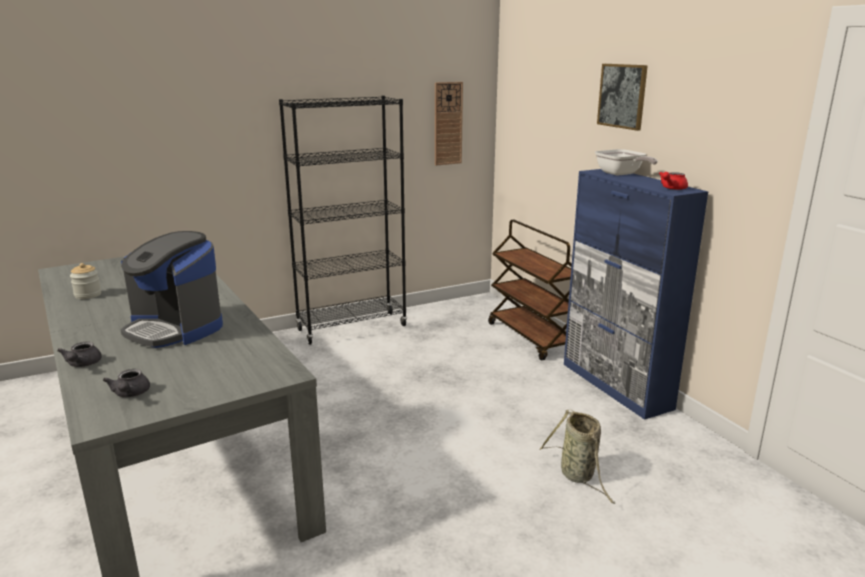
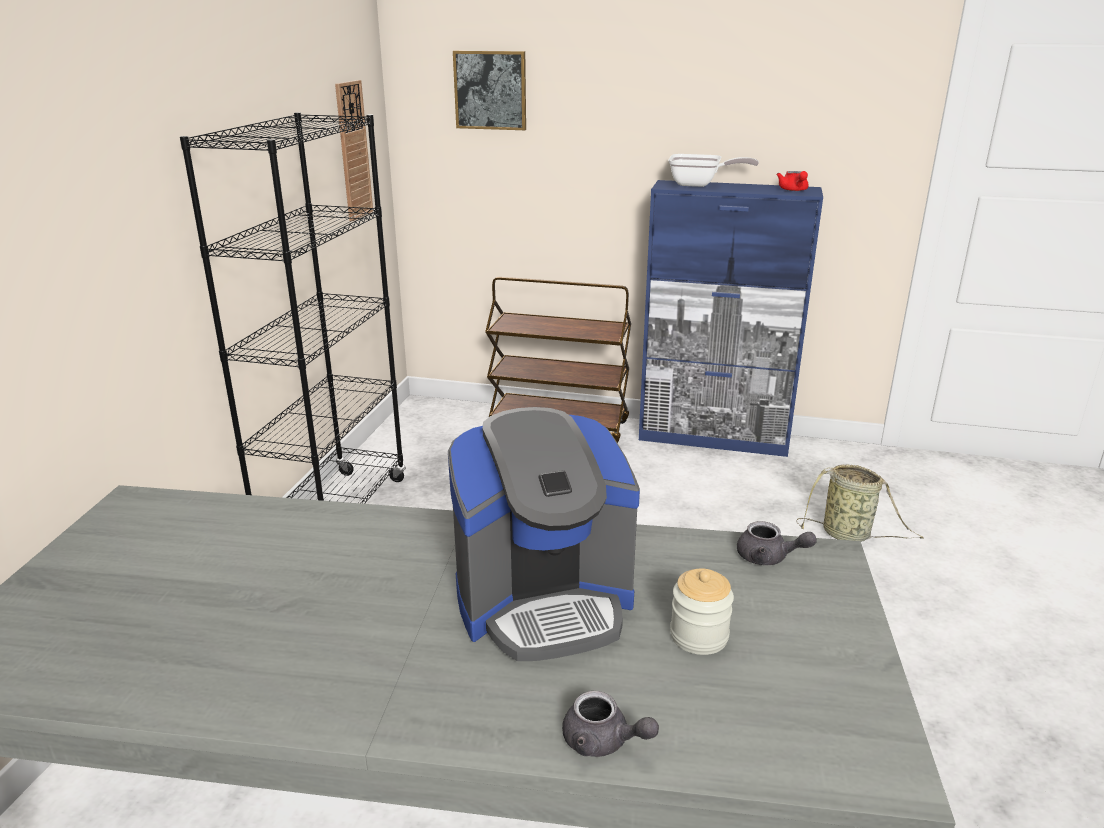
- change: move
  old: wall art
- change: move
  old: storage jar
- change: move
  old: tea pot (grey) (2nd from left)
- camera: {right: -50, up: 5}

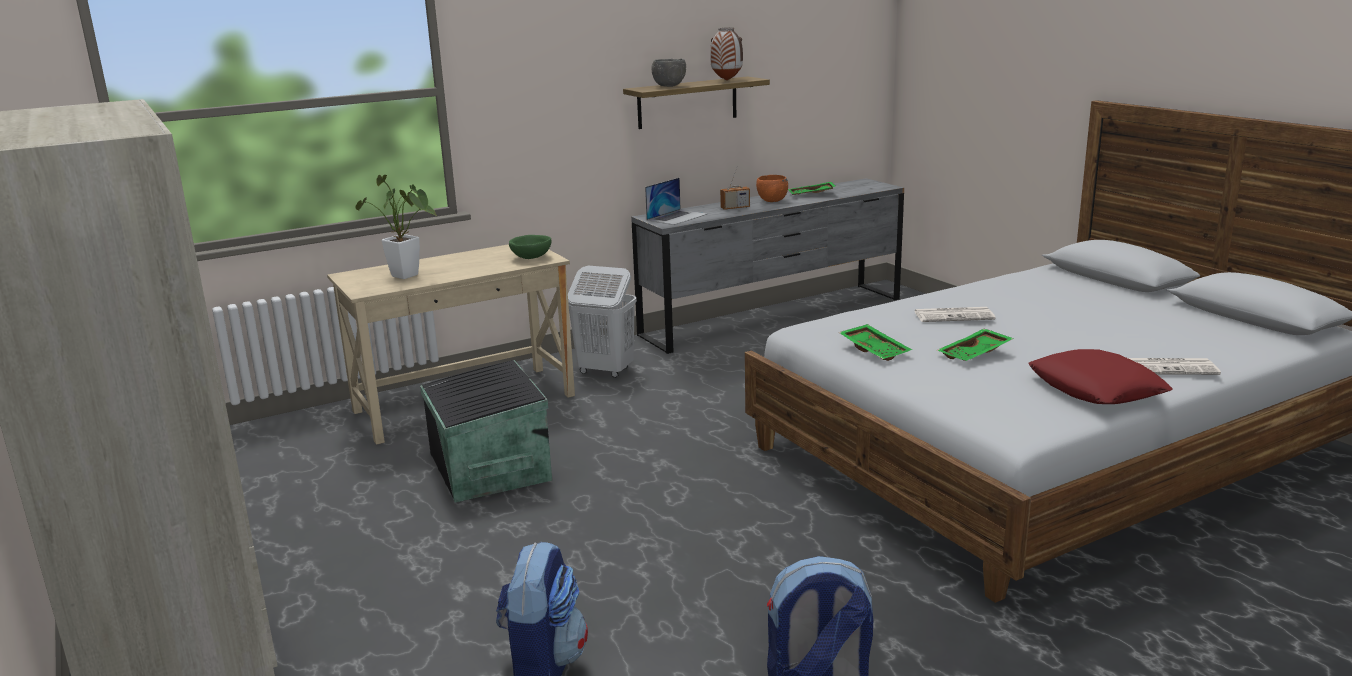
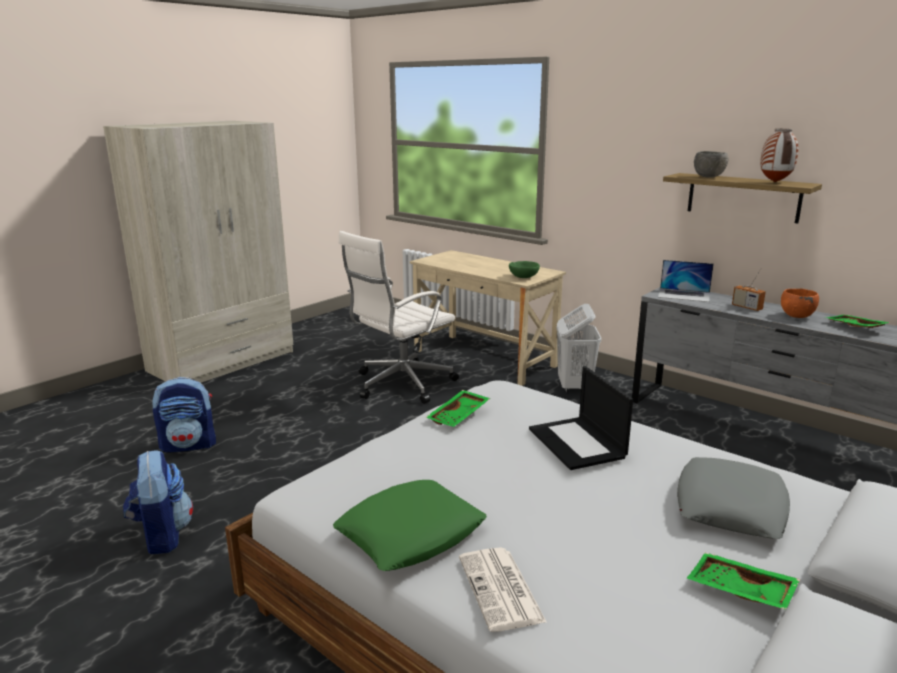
- change: delete
  old: houseplant
- change: replace
  old: newspaper (1st from left)
  new: laptop (1st from left)
- change: move
  old: serving tray (green) (3rd from left in the first image)
  new: serving tray (green) (2nd from left)
- change: recolor
  old: throw pillow (red)
  new: throw pillow (green)
- change: replace
  old: storage box (blackish)
  new: computer chair (whitish)
- change: insert
  new: throw pillow (grey)
- camera: {right: 70, up: 0}

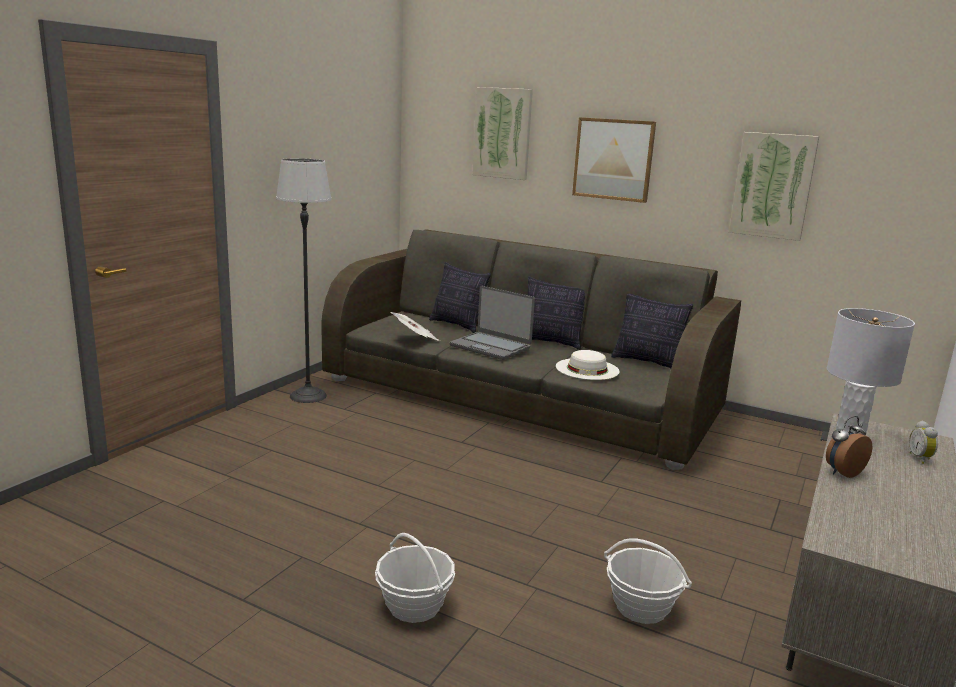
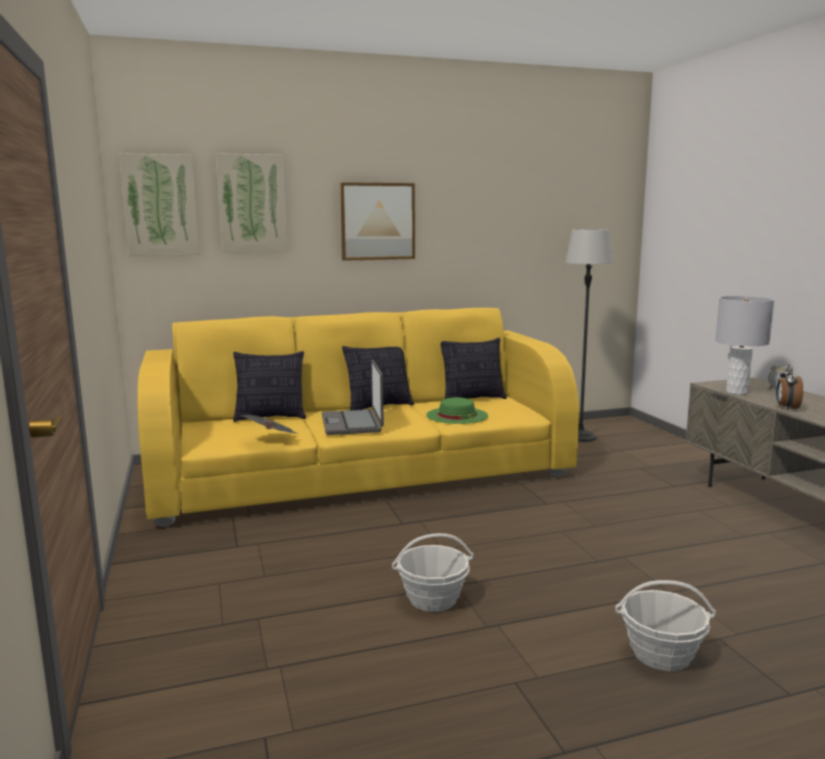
- change: move
  old: wall art (3rd from left in the first image)
  new: wall art (1st from left)
- change: move
  old: floor lamp
- change: recolor
  old: settee (grey)
  new: settee (yellow)
- change: rotate
  old: laptop
  degrees: 90
- change: recolor
  old: hat (whitish)
  new: hat (green)
- change: move
  old: storage basket (2nd from left in the first image)
  new: storage basket (1st from left)
- camera: {right: -45, up: -5}

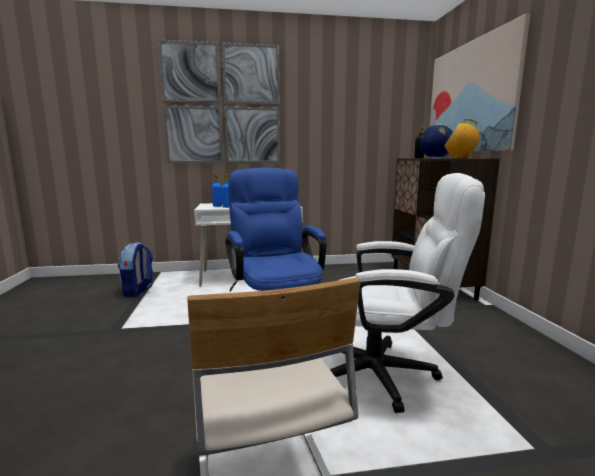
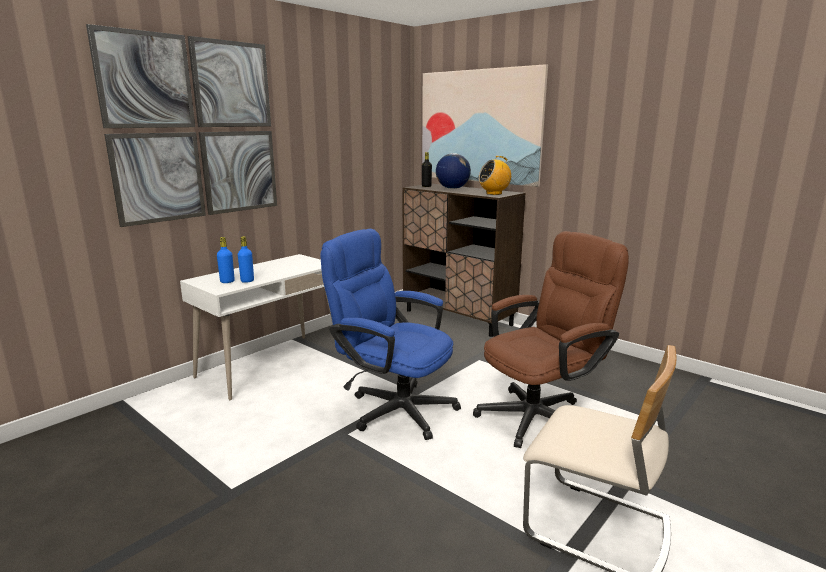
- change: recolor
  old: computer chair (whitish)
  new: computer chair (brown)
- change: delete
  old: knapsack
- camera: {right: -40, up: 5}

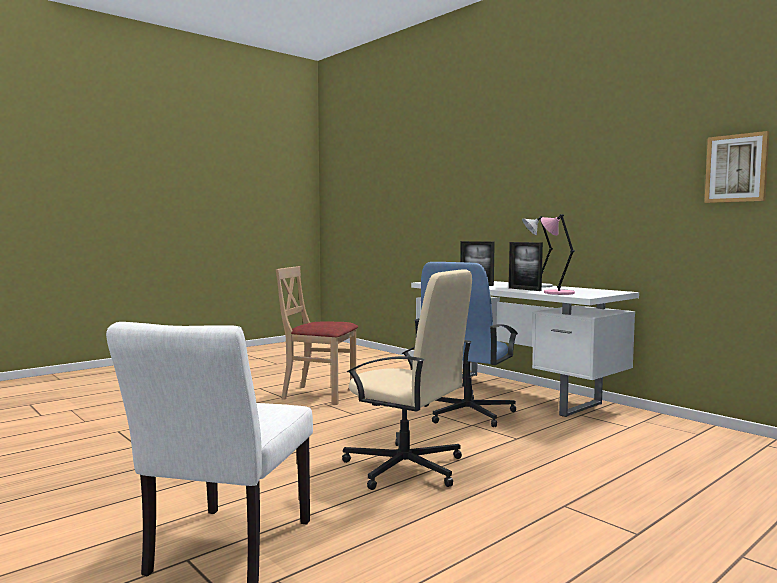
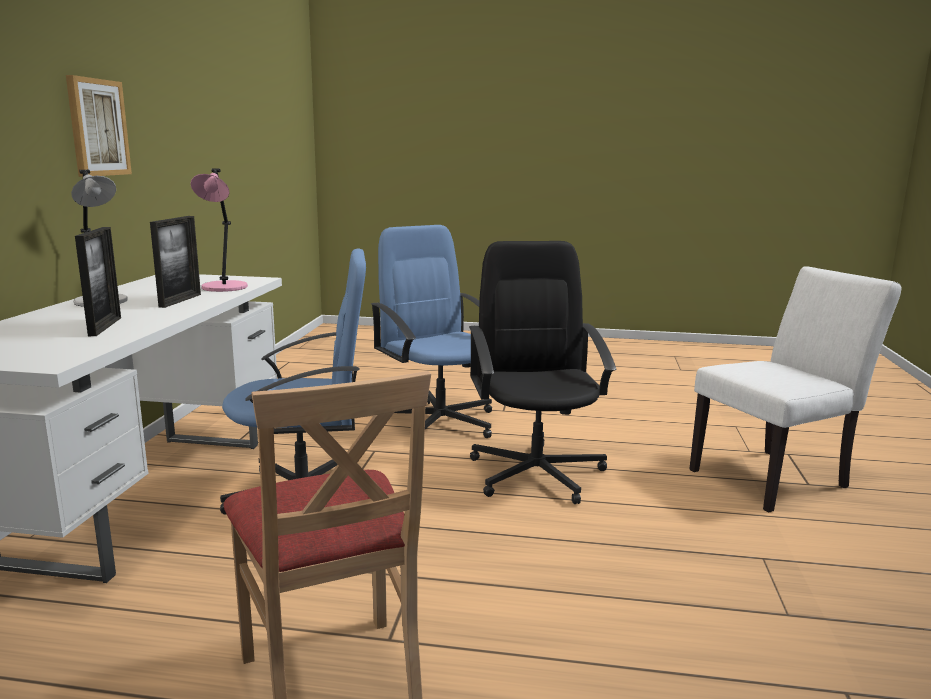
- change: move
  old: wall art
- change: recolor
  old: computer chair (beige)
  new: computer chair (blackish)
- change: insert
  new: computer chair (bluish) (2nd from left)
- camera: {right: -130, up: 10}

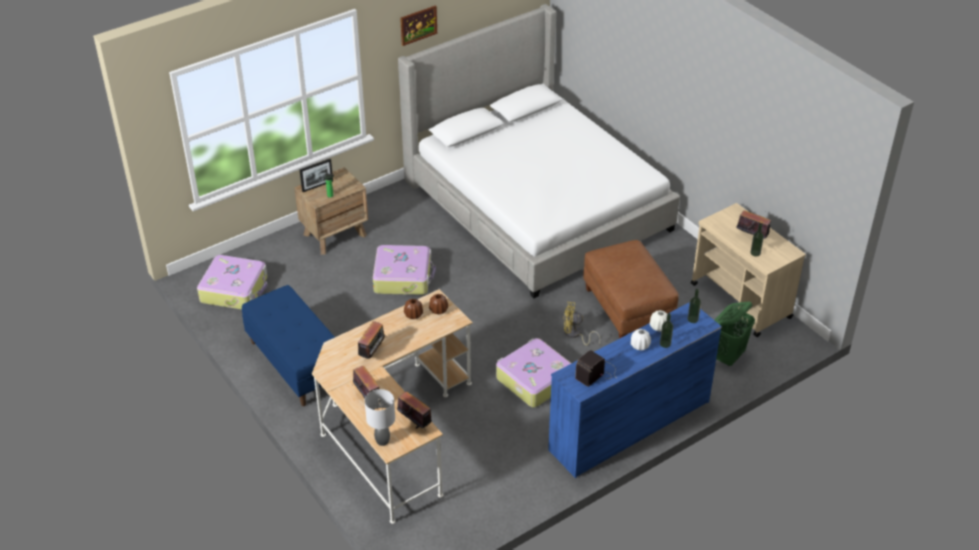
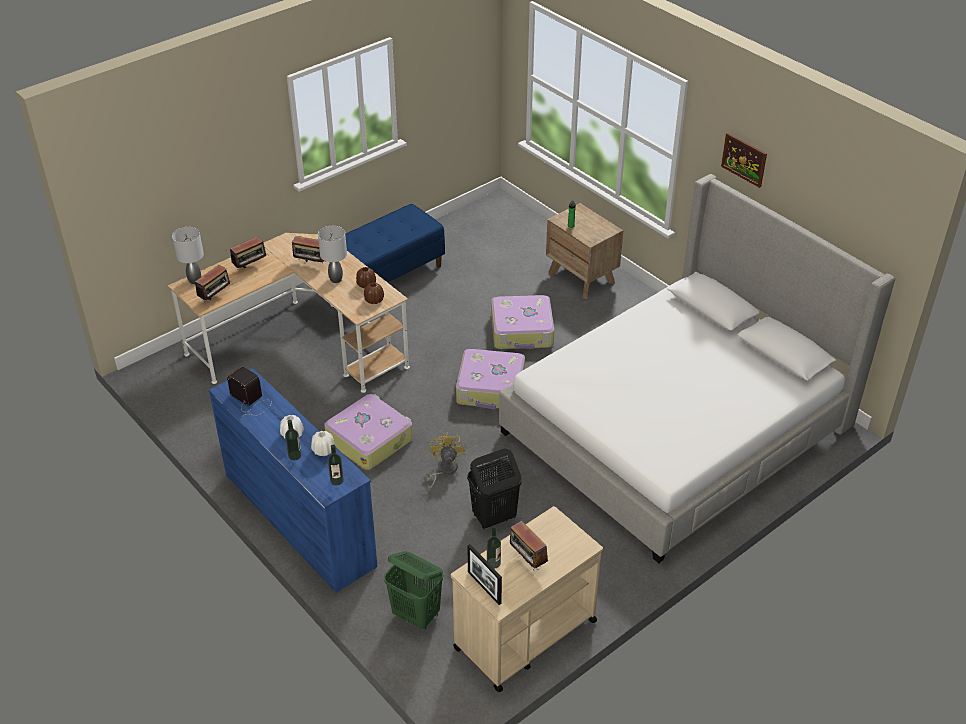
- change: move
  old: picture frame
- change: rotate
  old: radio set (5th from left)
  degrees: 120
- change: replace
  old: pouffe (brown)
  new: hamper (blackish)
- change: move
  old: travel case (1st from left in the first image)
  new: travel case (2nd from left)
- change: insert
  new: tabletop lamp (grey) (2nd from left)
- camera: {right: 85, up: 0}

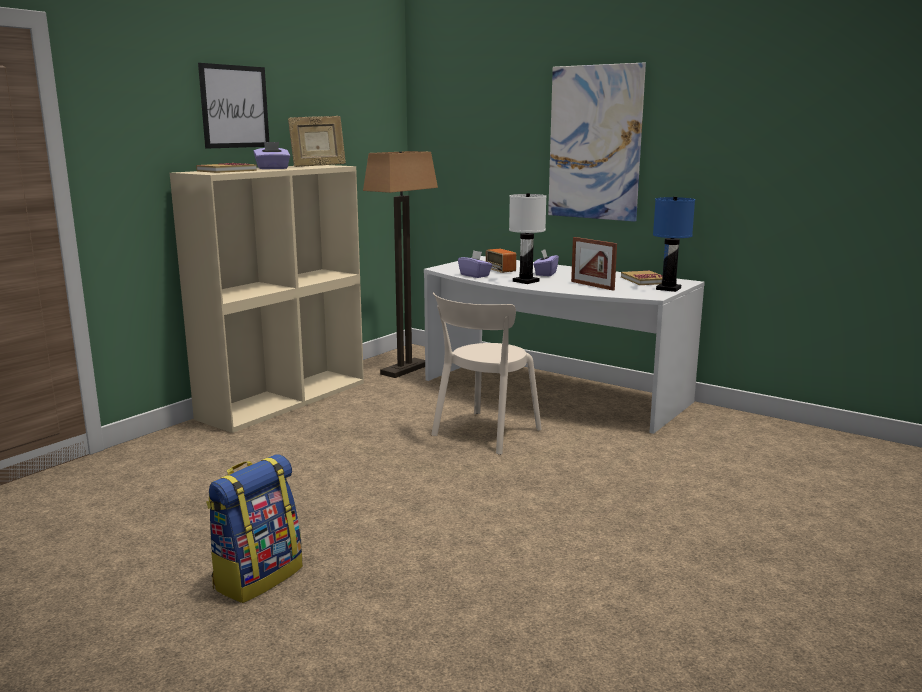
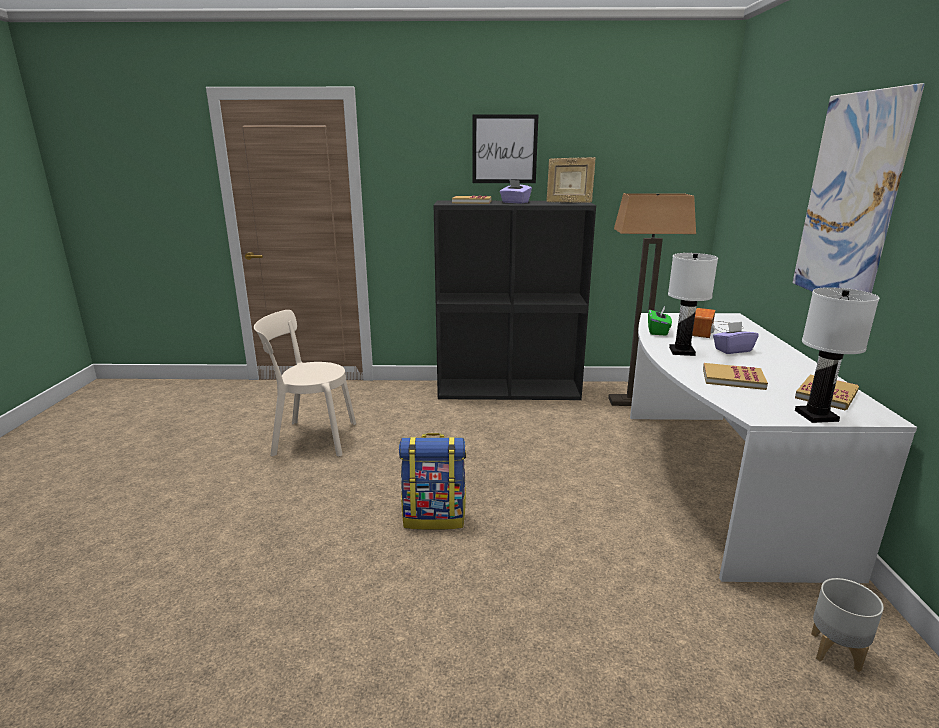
- change: recolor
  old: shelving unit (beige)
  new: shelving unit (blackish)
- change: recolor
  old: tabletop lamp (bluish)
  new: tabletop lamp (whitish) (2nd from left)
- change: replace
  old: picture frame (2nd from left)
  new: volume (2nd from left)
- change: recolor
  old: box of tissues (purplish) (2nd from left)
  new: box of tissues (green)
- change: move
  old: upright chair (beige)
- change: move
  old: knapsack
- change: insert
  new: flower pot (grey)
- camera: {right: 55, up: 5}

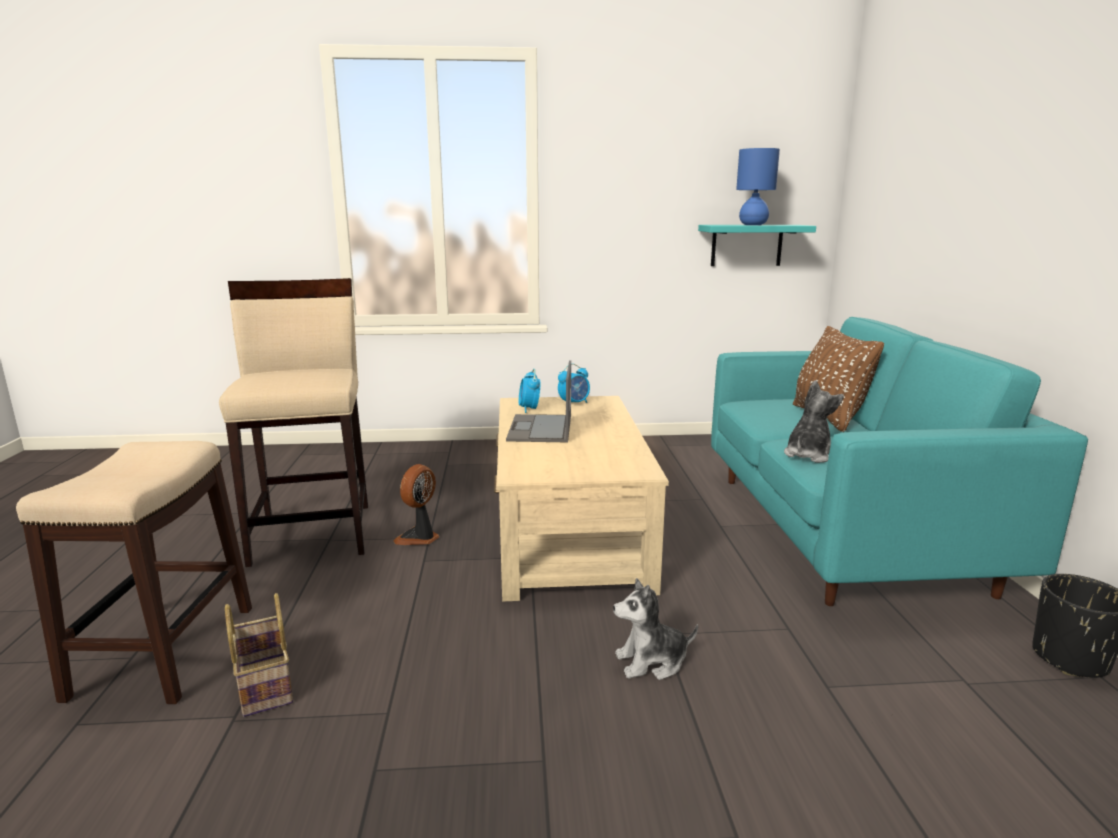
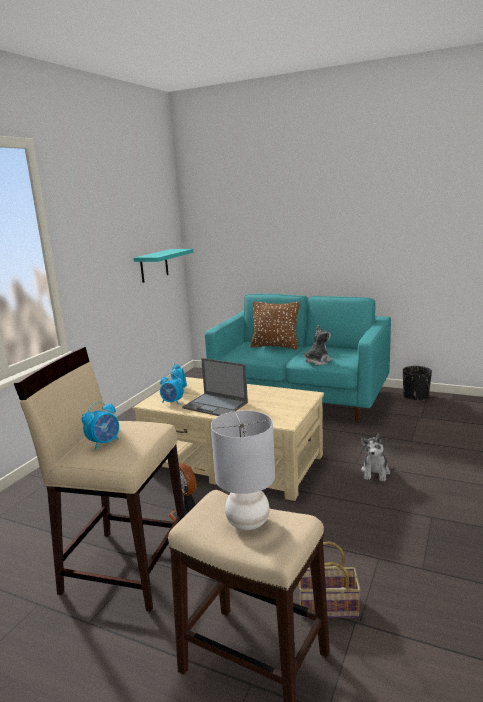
- change: delete
  old: tabletop lamp (bluish)
- change: rotate
  old: soft toy (2nd from left in the first image)
  degrees: 75
- change: insert
  new: table clock (1st from left)
- change: insert
  new: tabletop lamp (grey)
- camera: {right: -60, up: 0}

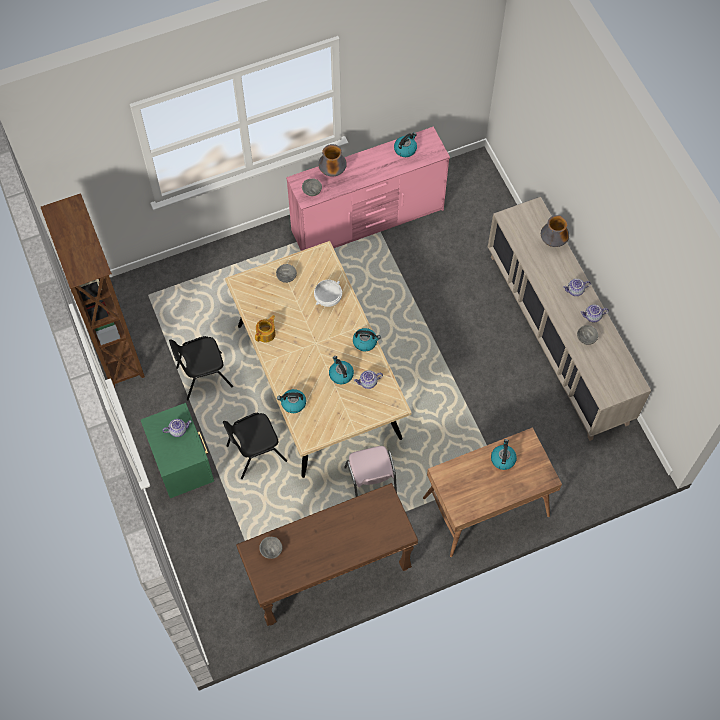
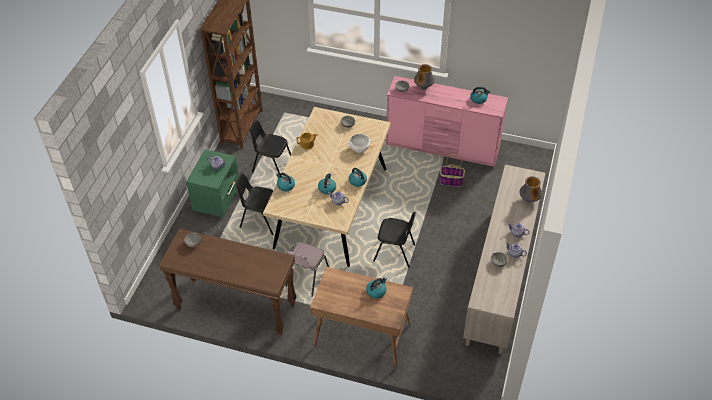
- change: insert
  new: storage basket
- change: insert
  new: upright chair (blackish) (3rd from left)
- camera: {right: 40, up: -15}

